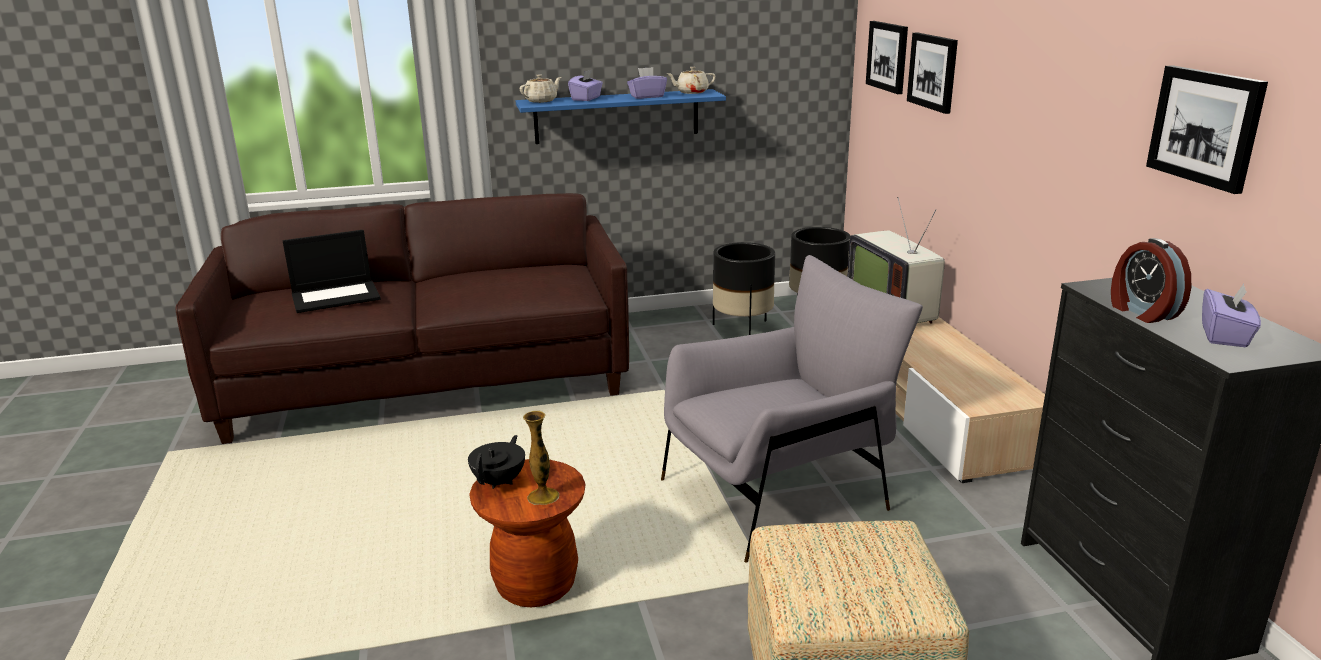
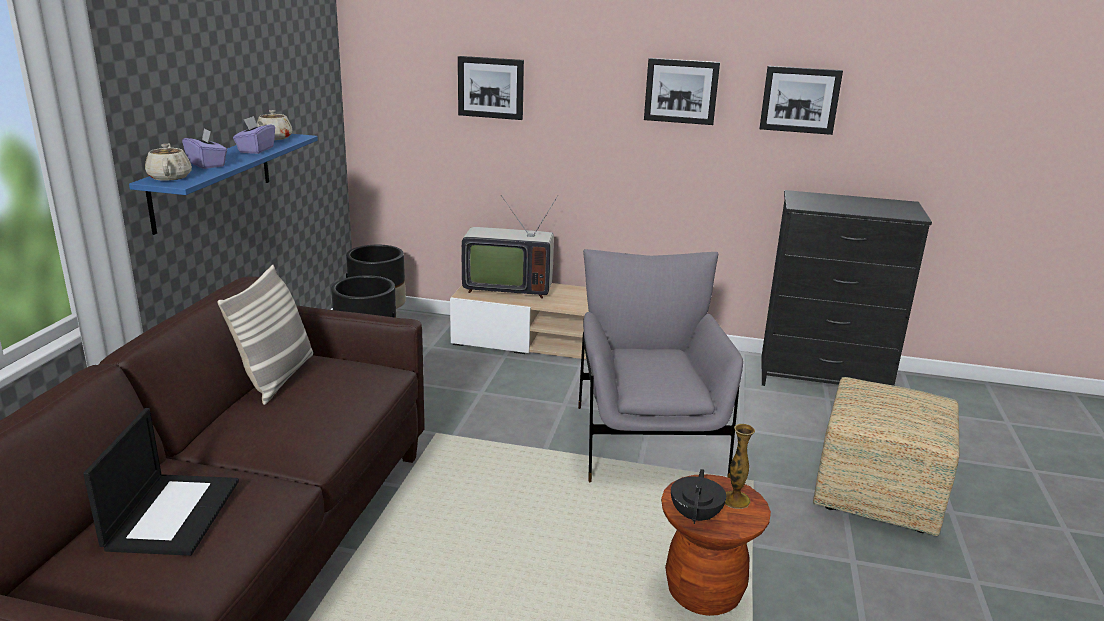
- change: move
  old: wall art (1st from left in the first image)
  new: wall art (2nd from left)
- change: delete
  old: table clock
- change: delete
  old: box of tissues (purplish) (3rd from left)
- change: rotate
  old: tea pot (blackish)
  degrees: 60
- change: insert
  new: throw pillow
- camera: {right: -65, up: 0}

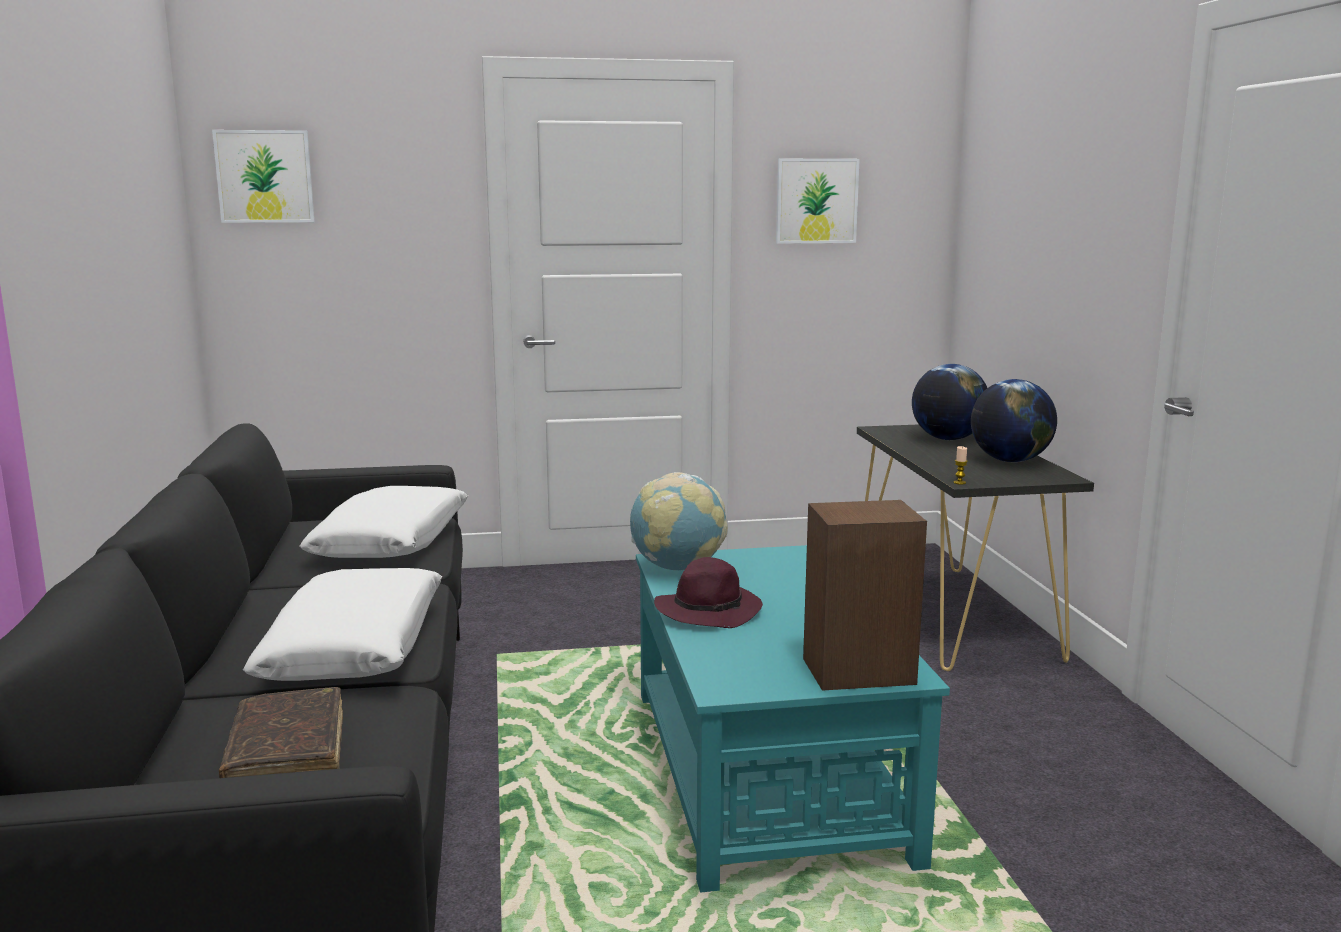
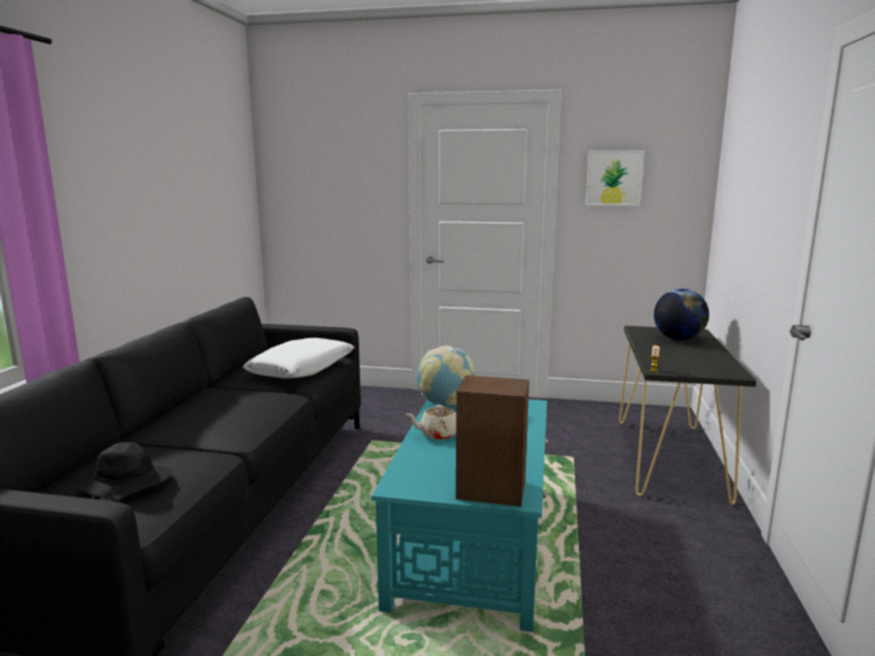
- change: delete
  old: wall art (1st from left)
- change: delete
  old: globe (3rd from left)
- change: replace
  old: hat (purplish)
  new: tea pot (beige)
- change: delete
  old: throw pillow (whitish) (1st from left)
- change: replace
  old: volume (brown)
  new: hat (blackish)
- camera: {right: 20, up: 0}

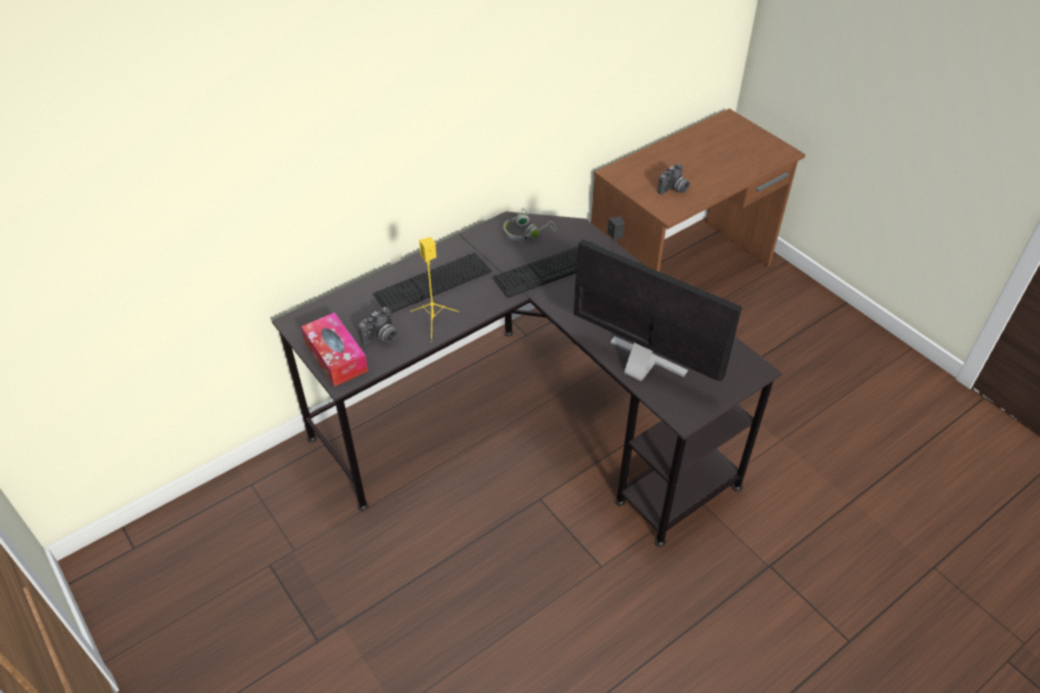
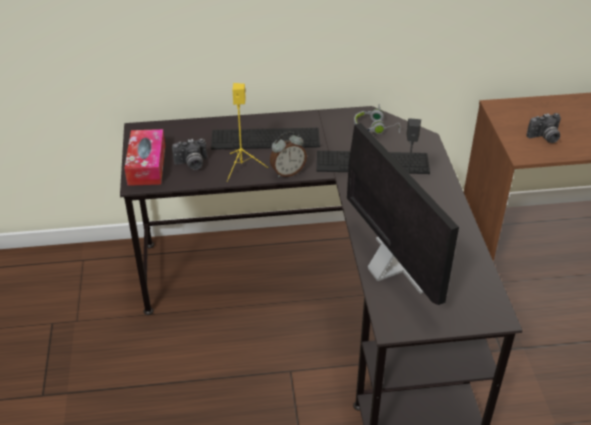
- change: insert
  new: table clock
- camera: {right: 30, up: -5}

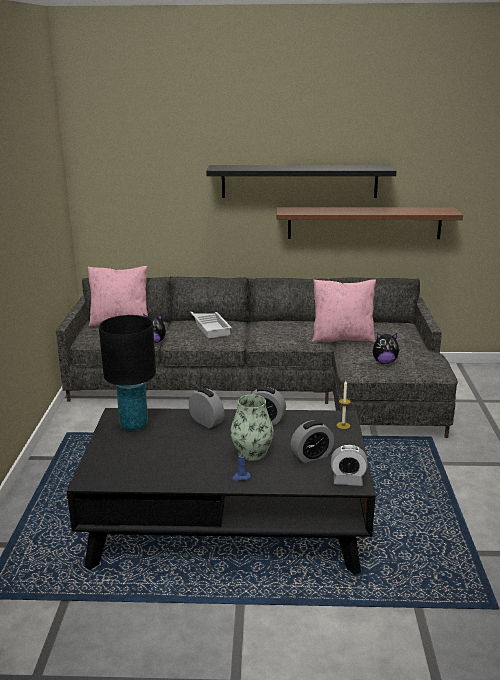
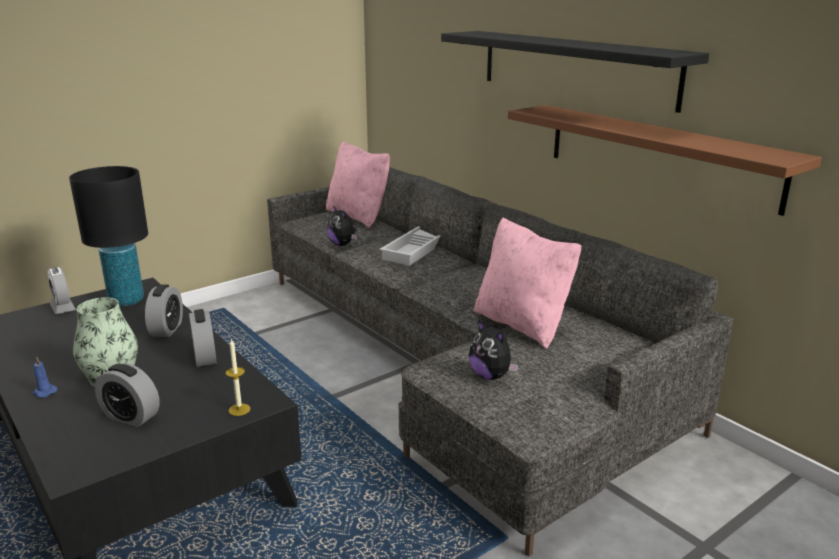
- change: move
  old: table clock (4th from left in the first image)
  new: table clock (1st from left)
- camera: {right: 50, up: 0}

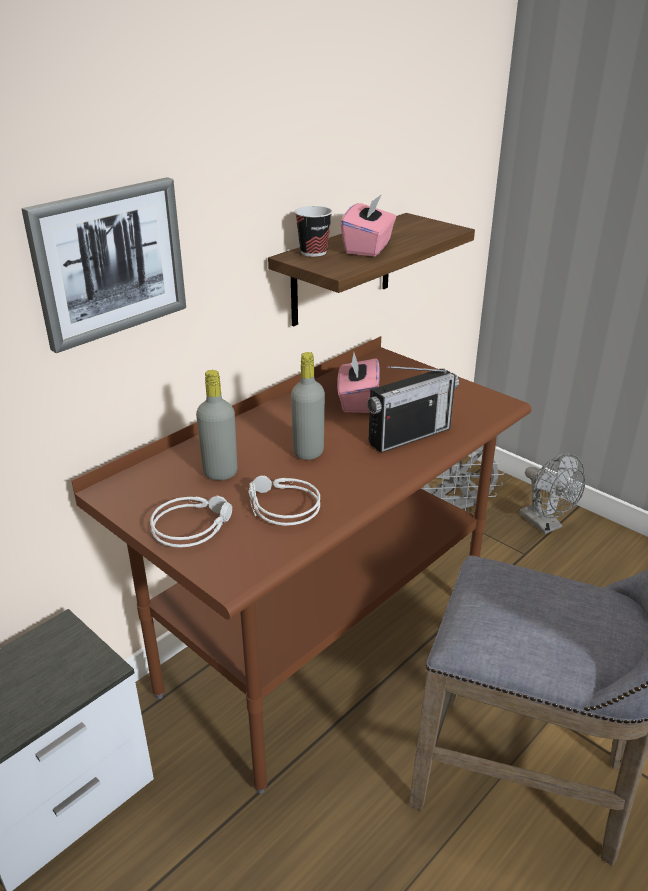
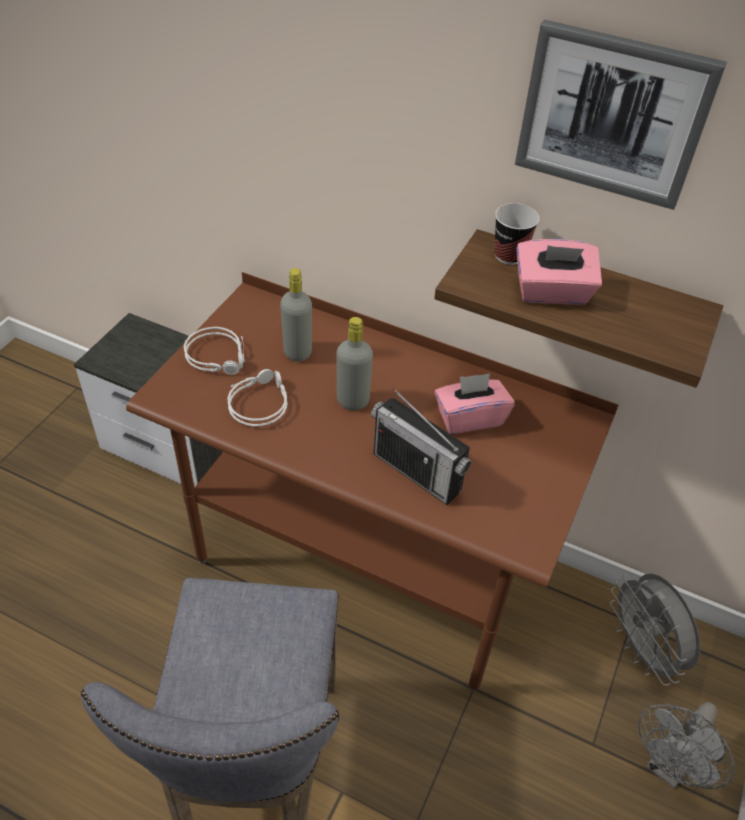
- change: move
  old: wall art
- camera: {right: 70, up: 15}

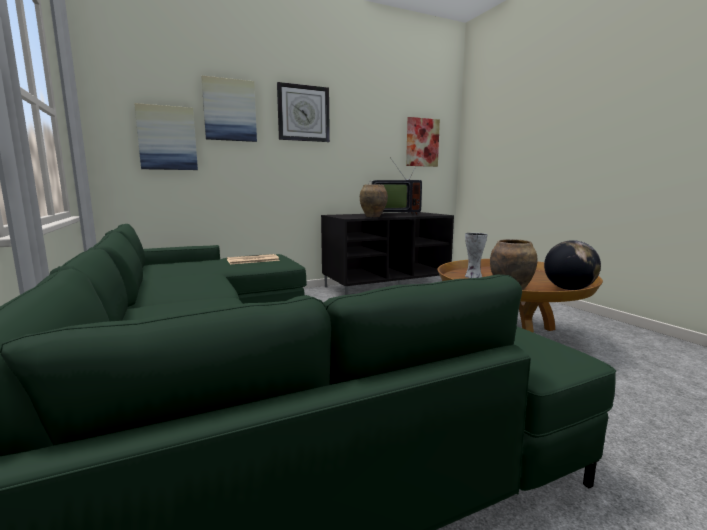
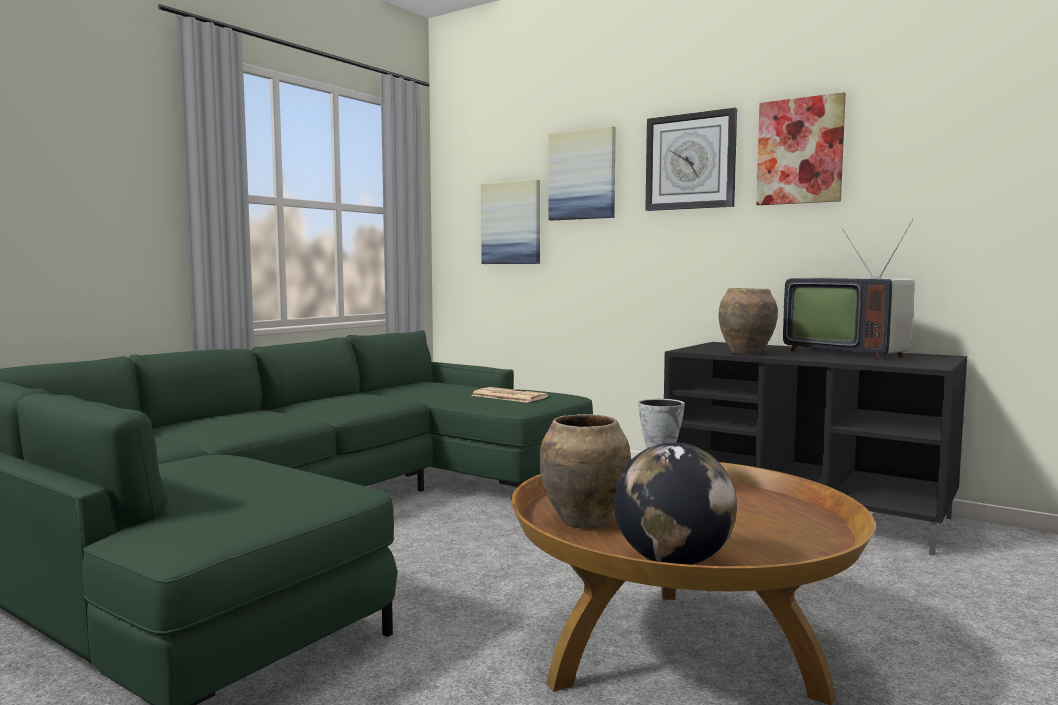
- change: move
  old: wall art (3rd from left)
- camera: {right: 60, up: -5}

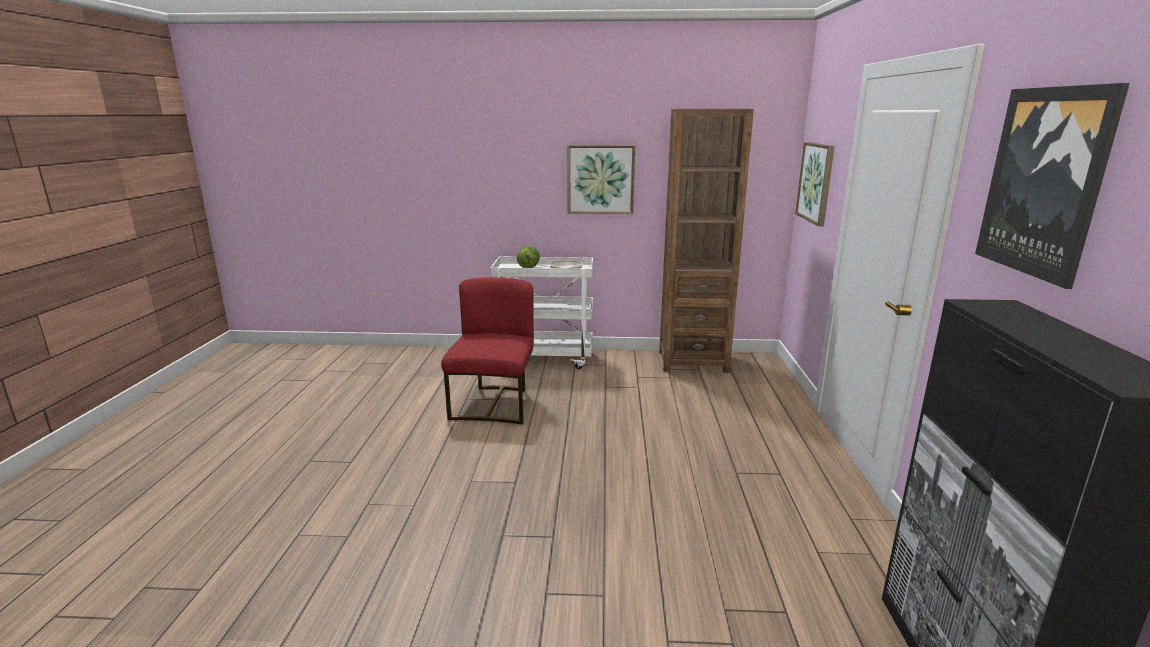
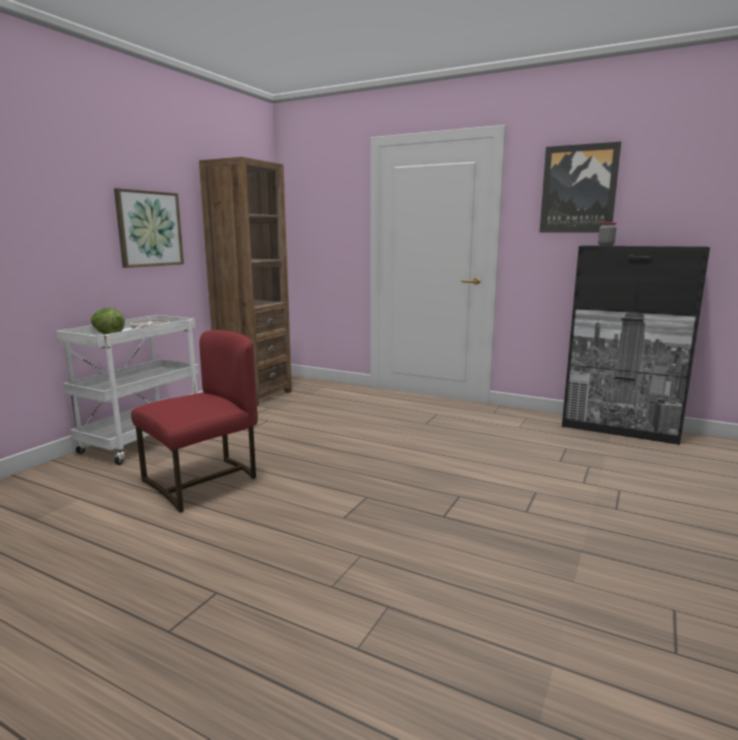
- change: delete
  old: wall art (2nd from left)
- change: rotate
  old: upright chair (red)
  degrees: 105
- change: insert
  new: storage jar
- camera: {right: -65, up: -5}

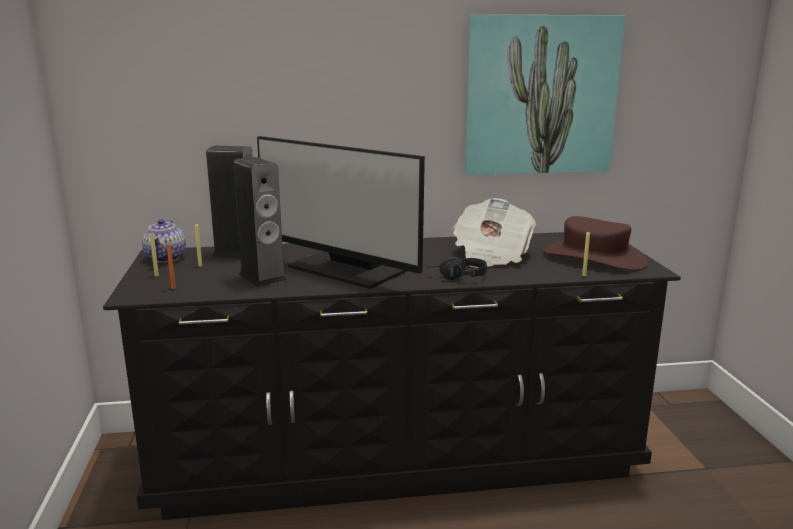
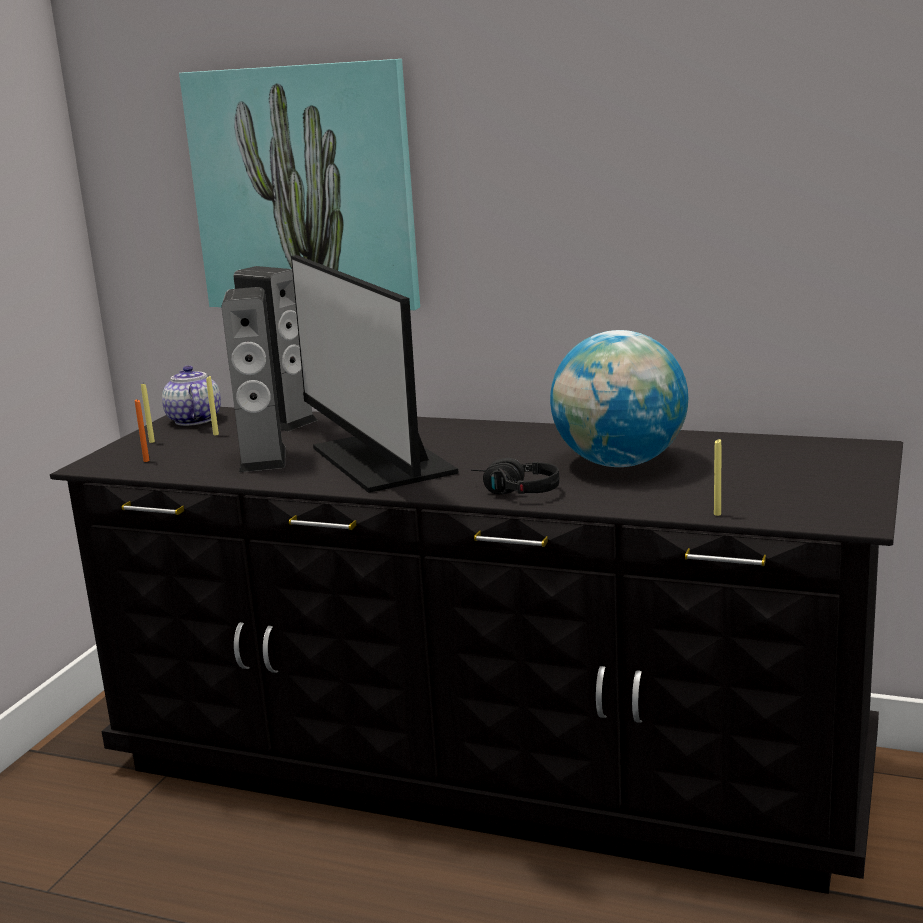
- change: move
  old: wall art
- change: replace
  old: newspaper
  new: globe
- change: delete
  old: hat (brown)
- change: rotate
  old: tea pot
  degrees: 135
- camera: {right: 30, up: 0}

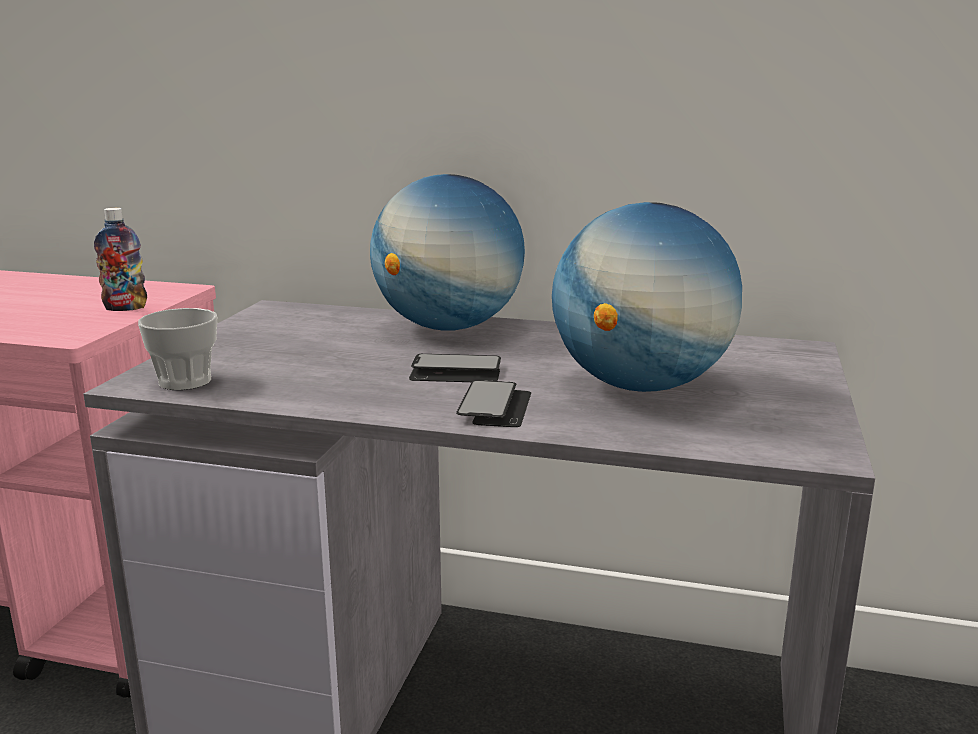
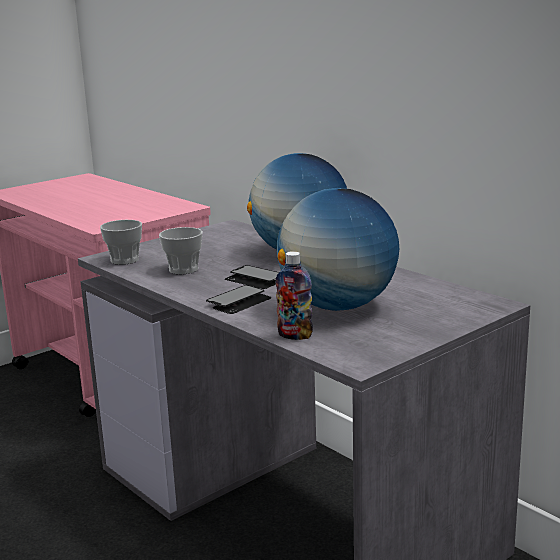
- change: move
  old: bottle
- change: insert
  new: small cup (2nd from left)
- camera: {right: 35, up: 0}

